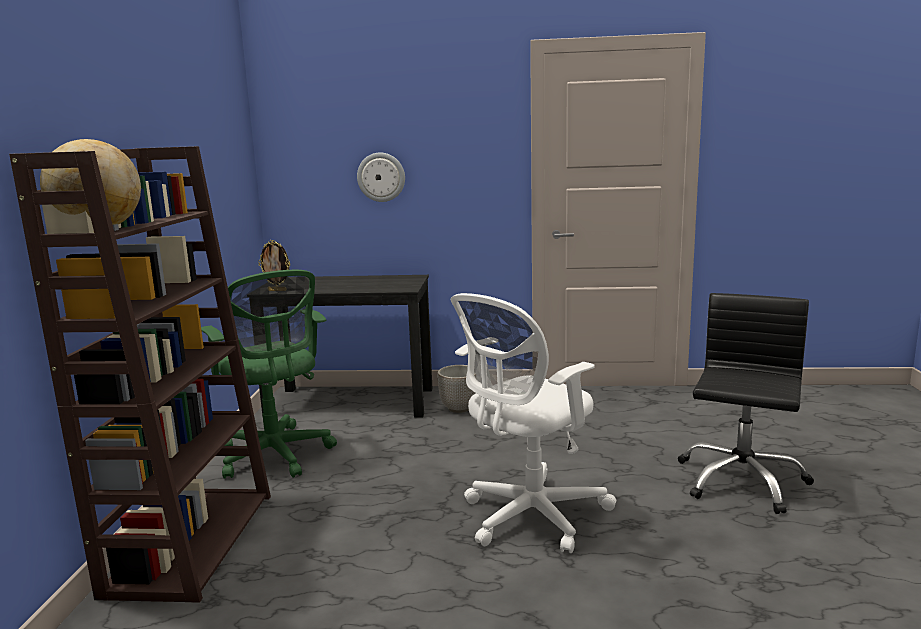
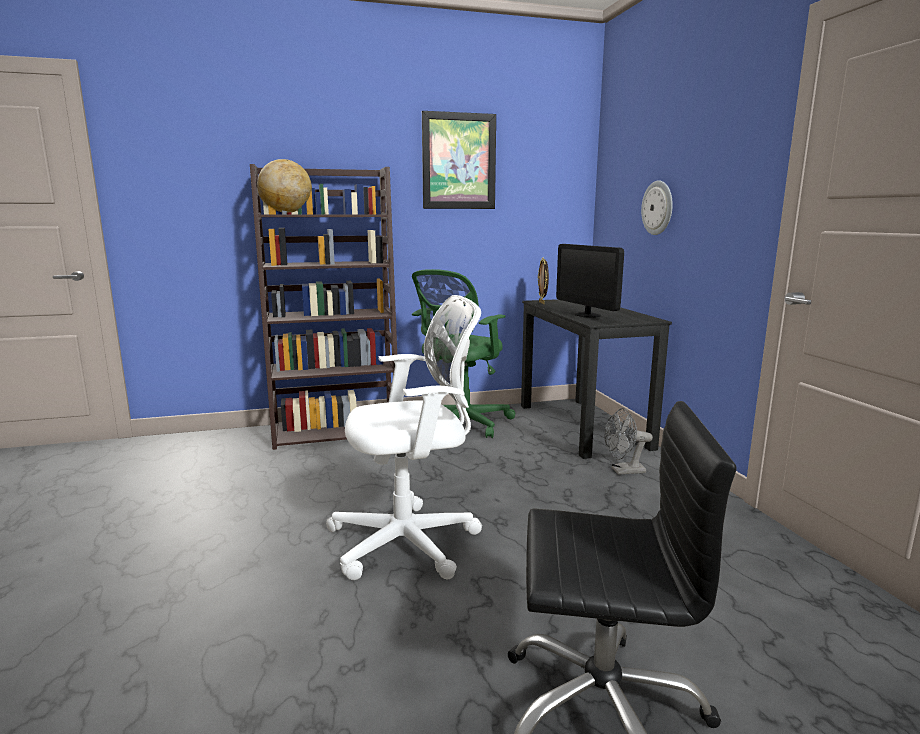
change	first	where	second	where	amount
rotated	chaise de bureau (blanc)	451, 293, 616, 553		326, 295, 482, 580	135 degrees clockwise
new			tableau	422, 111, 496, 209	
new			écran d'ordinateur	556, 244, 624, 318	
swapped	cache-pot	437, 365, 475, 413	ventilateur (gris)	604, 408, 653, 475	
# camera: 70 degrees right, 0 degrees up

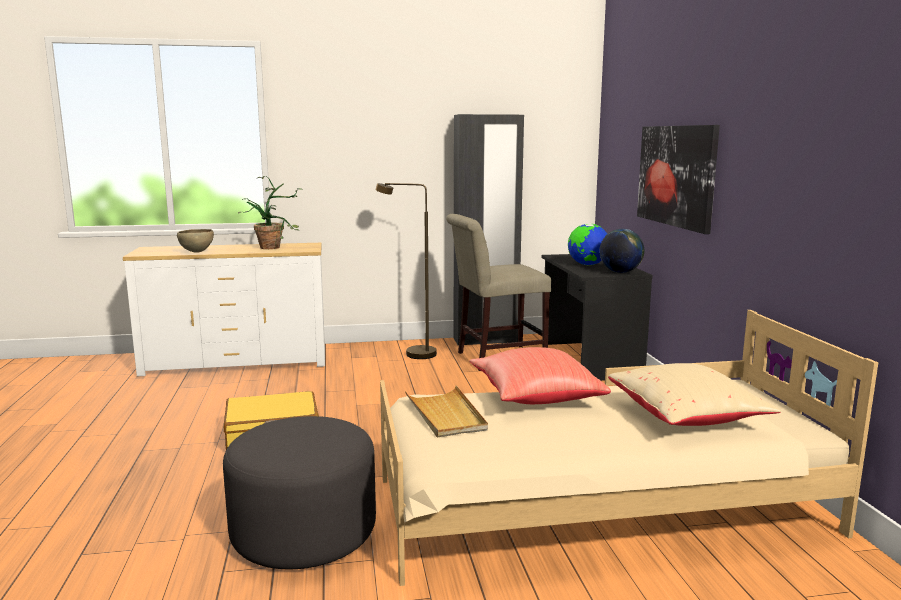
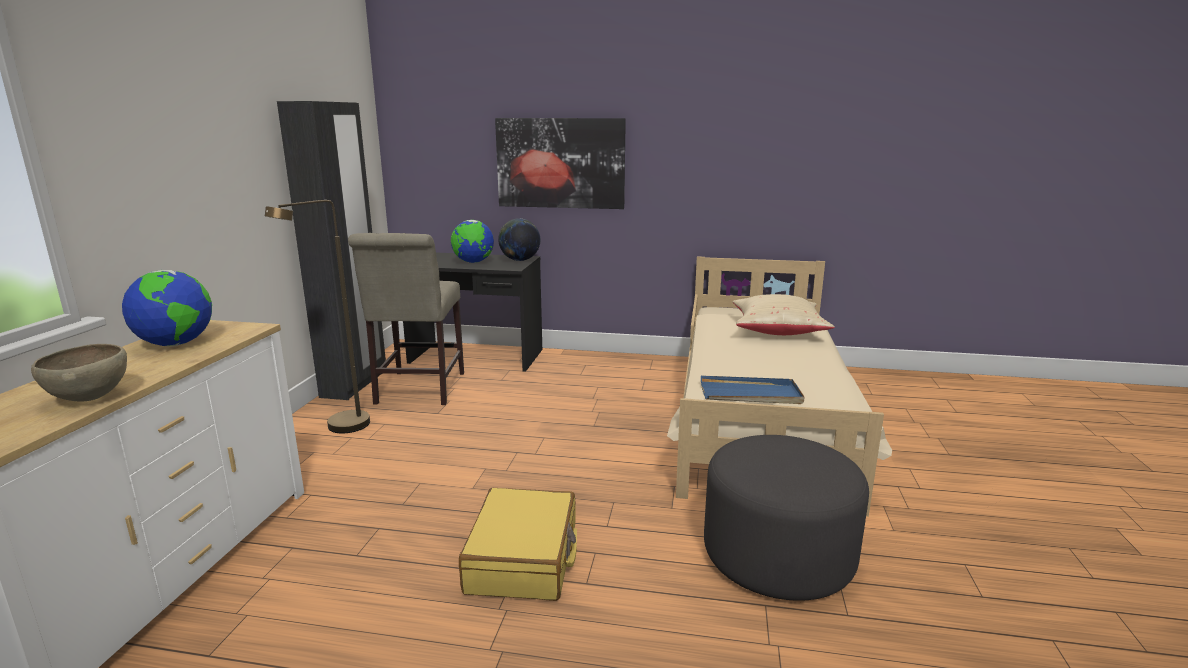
change	first	where	second	where	amount
swapped	plante en pot	238, 176, 302, 249	globe	122, 270, 212, 346	
repainted	plateau (beige)	405, 385, 488, 437	plateau (bleu)	701, 376, 804, 404	
gone	coussin (rouge)	470, 347, 611, 404			
# camera: 70 degrees left, 5 degrees up

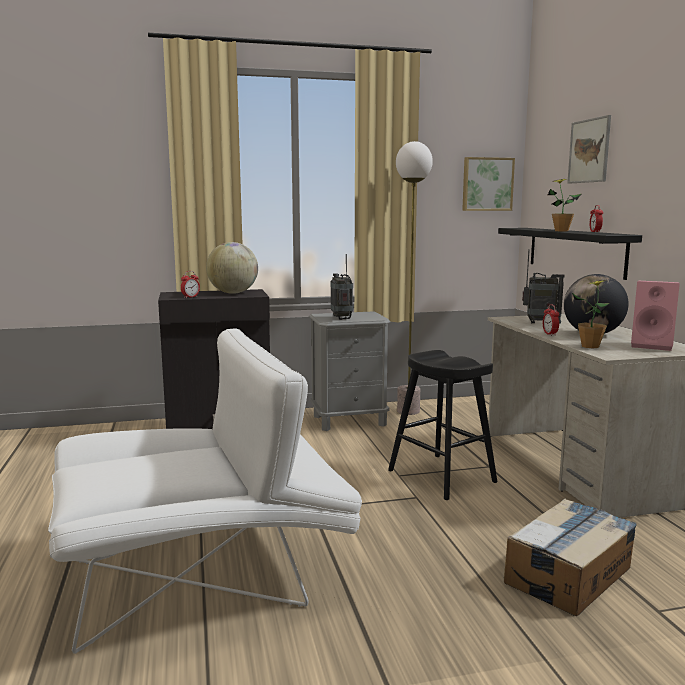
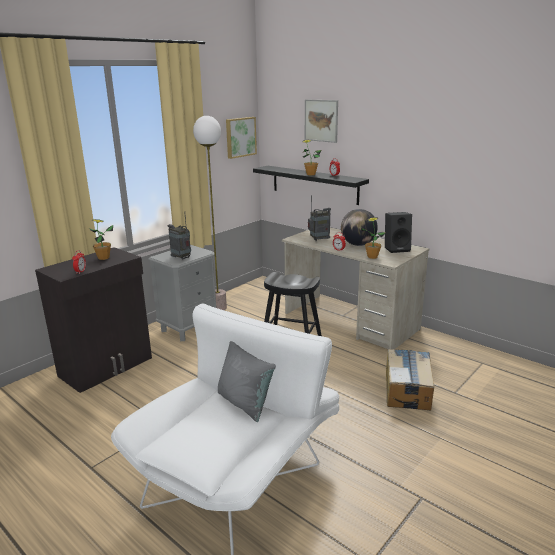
change	first	where	second	where	amount
swapped	globe	206, 242, 258, 294	plante en pot	89, 219, 113, 260	
new			coussin (gris)	218, 341, 276, 422	
repainted	enceinte (rose)	631, 281, 680, 351	enceinte (noir)	385, 212, 412, 253	
# camera: 35 degrees left, 10 degrees up

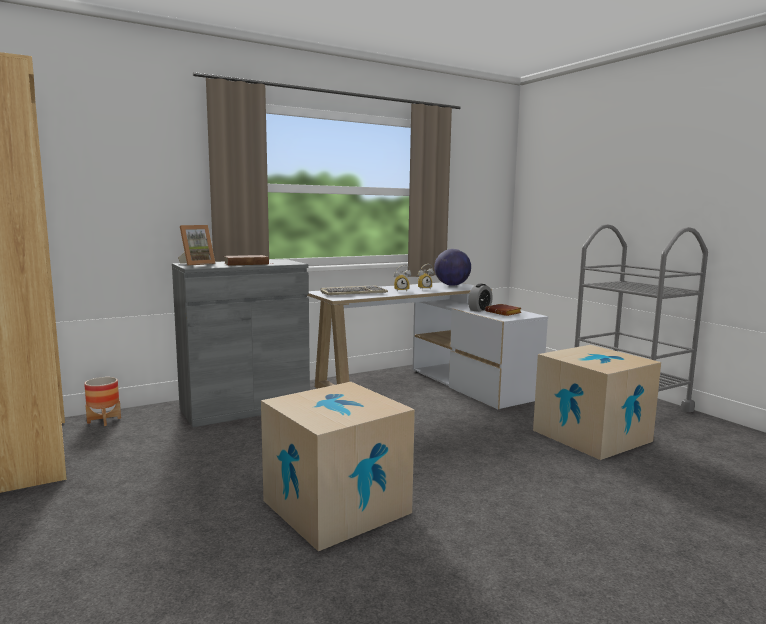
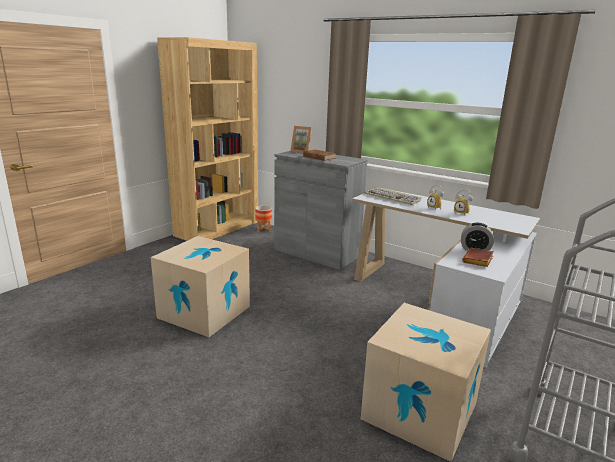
change	first	where	second	where	amount
gone	globe	434, 249, 471, 286			
# camera: 65 degrees right, 10 degrees up

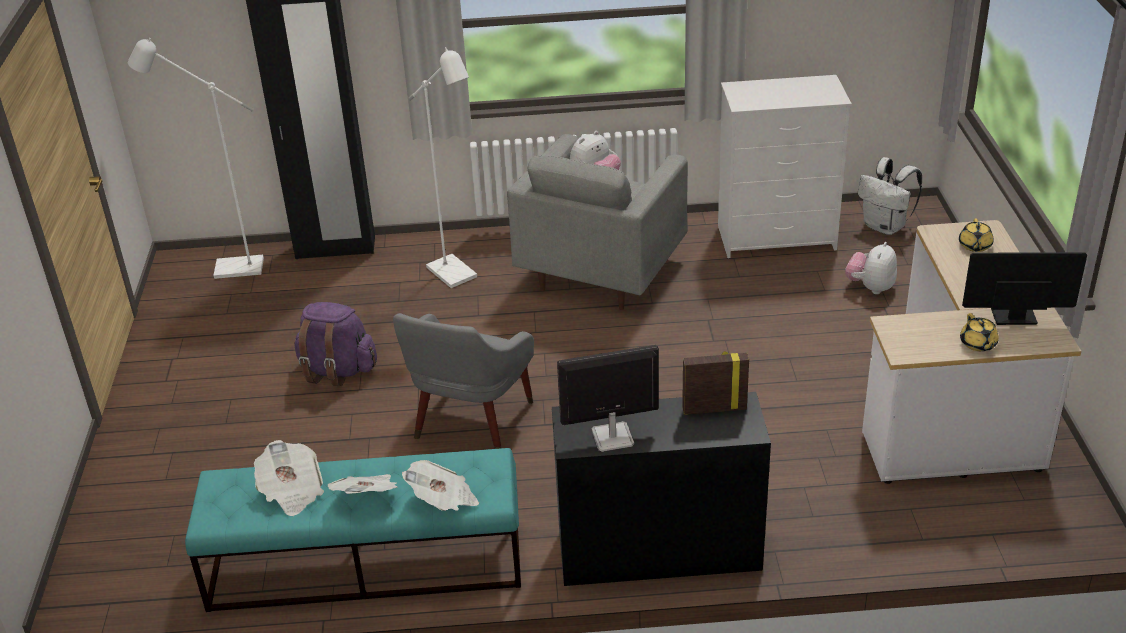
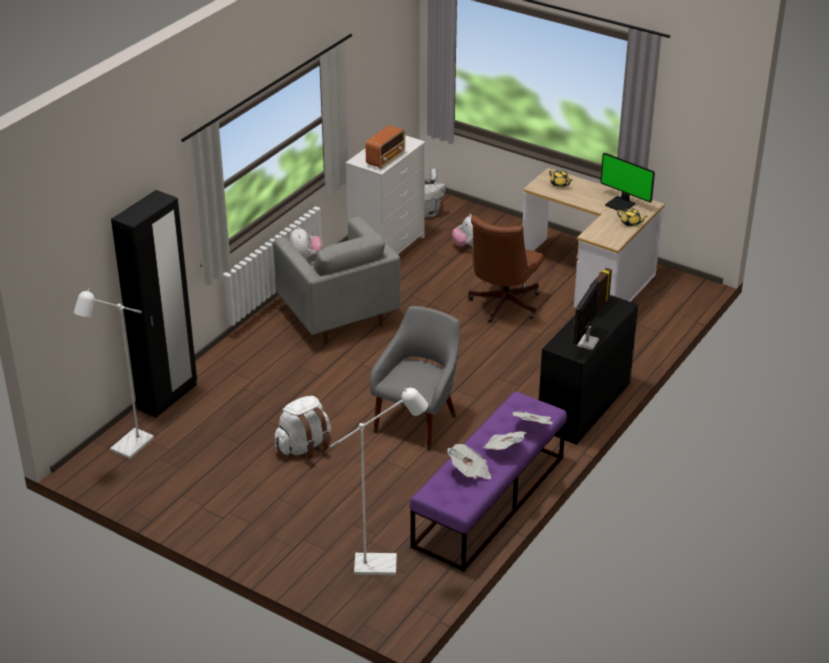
change	first	where	second	where	amount
repainted	sac à dos (violet)	294, 302, 377, 386	sac à dos (blanc)	275, 396, 331, 460	
shifted	lampadaire (blanc)	408, 47, 477, 288		330, 388, 428, 575	
new			radio	365, 125, 405, 169	
rotated	fauteuil (gris)	393, 313, 534, 449		370, 306, 460, 451	120 degrees counterclockwise
repainted	banc (turquoise)	185, 448, 521, 612	banc (violet)	409, 391, 567, 572	
new			chaise de bureau (marron)	468, 215, 544, 322	
rotated	écran d'ordinateur	962, 252, 1087, 325		600, 152, 655, 211	90 degrees counterclockwise
# camera: 55 degrees left, 0 degrees up

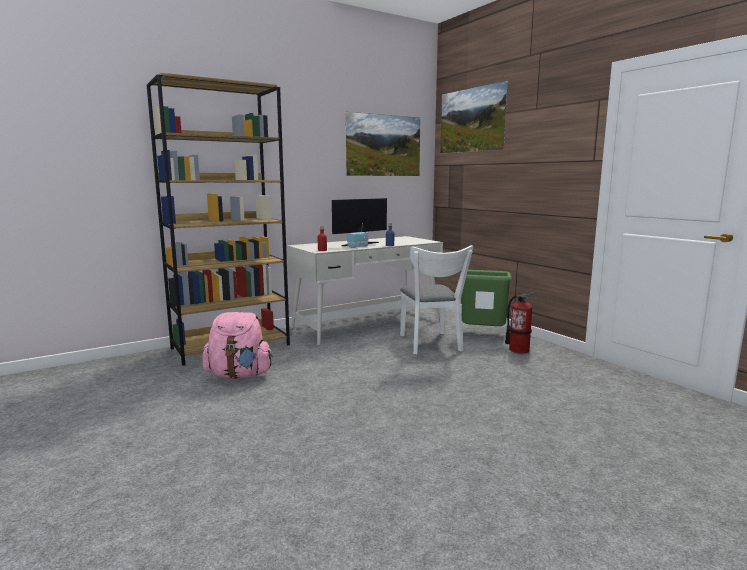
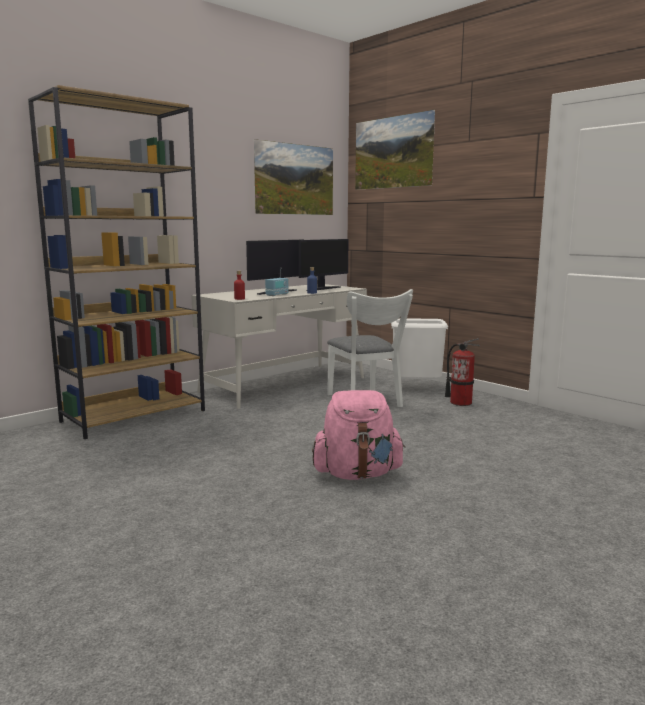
change	first	where	second	where	amount
new			écran d'ordinateur	299, 239, 348, 290	
shifted	sac à dos (rose)	203, 312, 273, 379		312, 390, 405, 480	
repainted	poubelle (vert)	462, 270, 512, 326	poubelle (blanc)	391, 318, 448, 379	
# camera: 10 degrees left, 0 degrees up

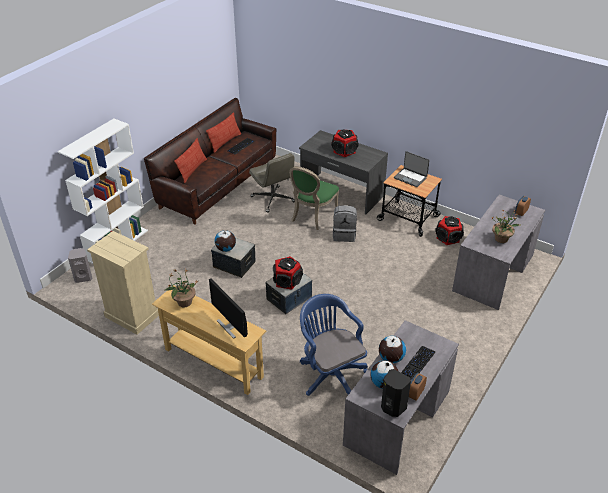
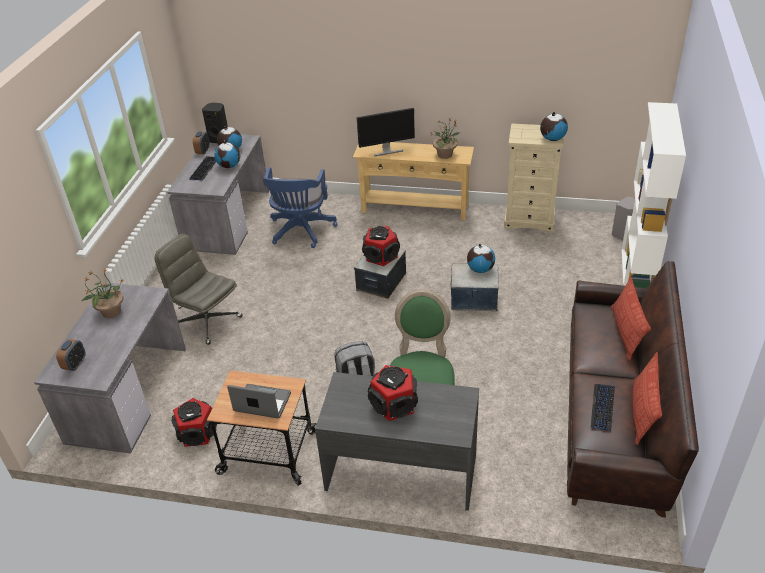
change	first	where	second	where	amount
shifted	chaise de bureau (gris)	249, 153, 295, 213		154, 234, 243, 345	
rotated	chaise de bureau (bleu)	300, 294, 368, 396		262, 167, 338, 248	60 degrees clockwise
rotated	écran d'ordinateur	209, 278, 248, 339		357, 108, 415, 156	135 degrees clockwise
new			globe	540, 112, 568, 141	
# camera: 160 degrees right, 0 degrees up

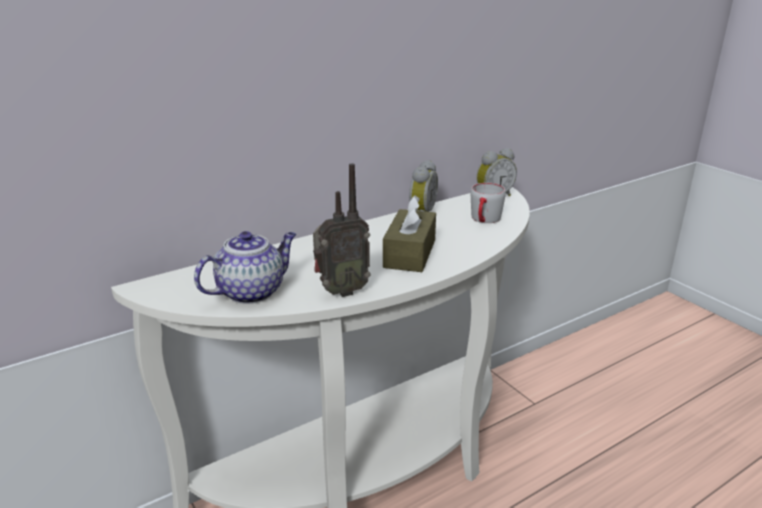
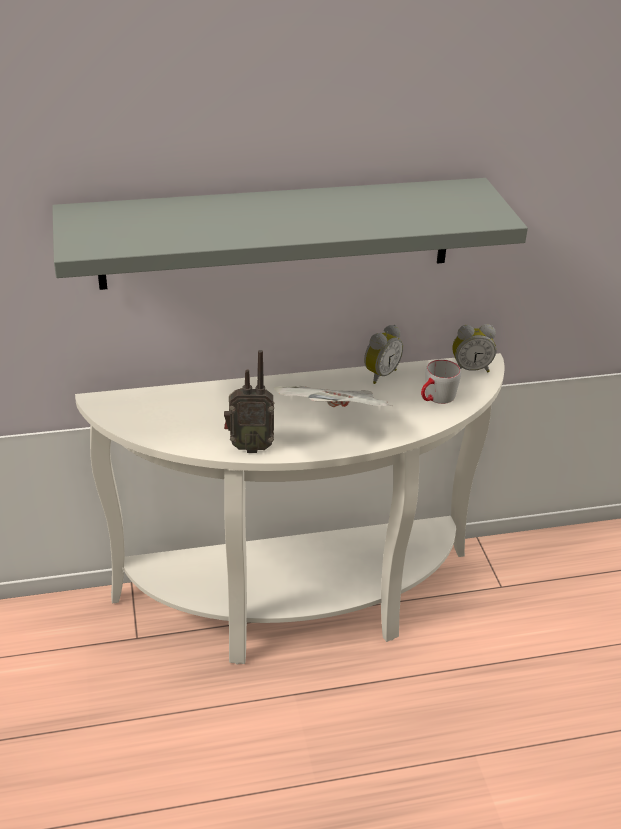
change	first	where	second	where	amount
new			étagère (gris)	52, 178, 528, 290	
swapped	boîte à mouchoirs (marron)	383, 195, 436, 272	journal	274, 386, 394, 407	
gone	théière	194, 231, 296, 304			
# camera: 20 degrees right, 10 degrees up

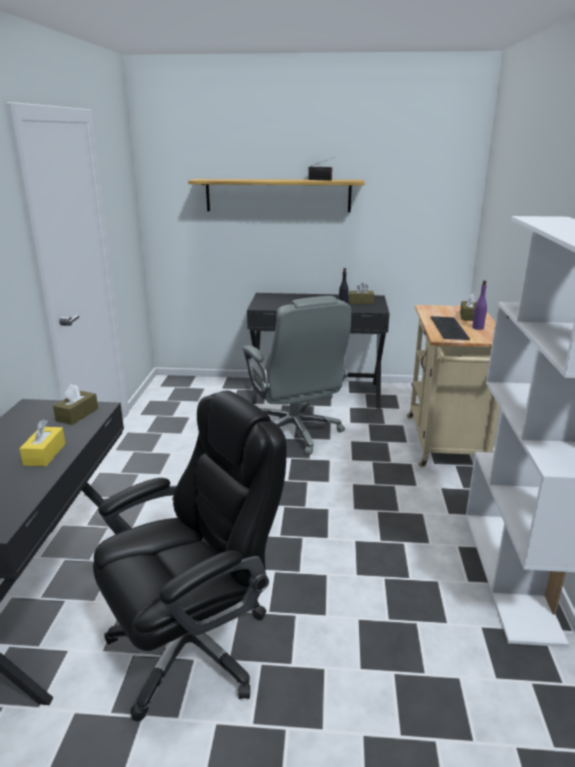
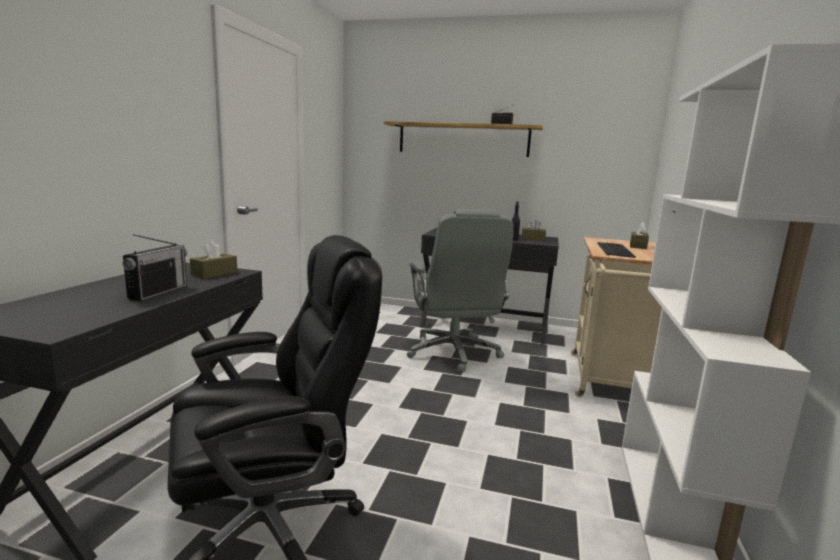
change	first	where	second	where	amount
swapped	boîte à mouchoirs (jaune)	19, 419, 66, 466	radio	123, 234, 187, 301	
gone	bouteille (violet)	472, 280, 487, 330			
# camera: 10 degrees right, 10 degrees down

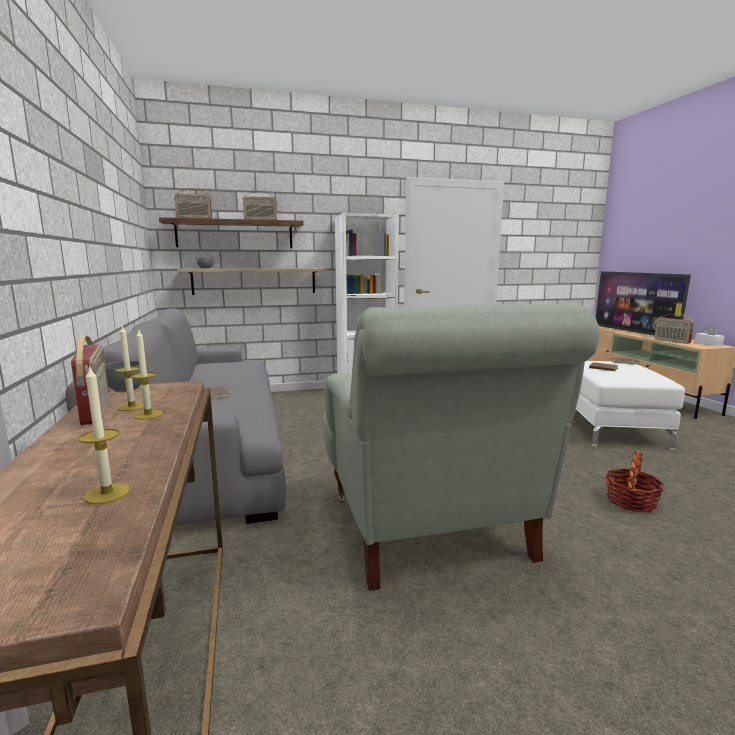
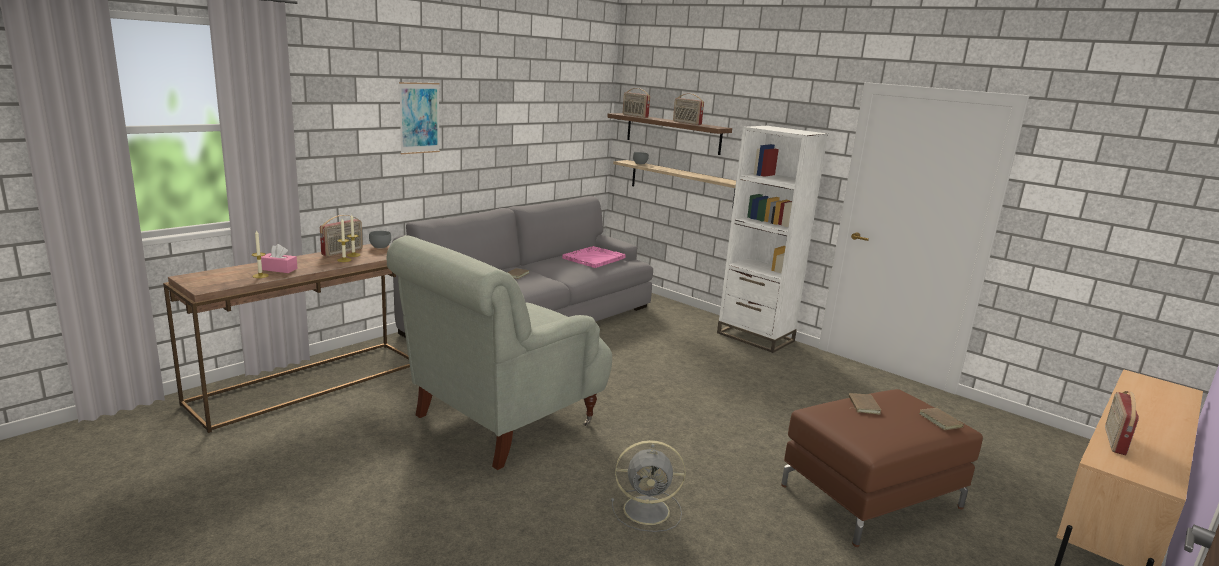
change	first	where	second	where	amount
new			boîte à mouchoirs (rose)	261, 244, 298, 273	
new			tableau	399, 82, 440, 154	
new			plateau (rose)	562, 246, 626, 268	
swapped	panier	605, 451, 664, 513	ventilateur (gris)	611, 440, 686, 532	
repainted	pouf (blanc)	576, 361, 685, 450	pouf (marron)	781, 389, 983, 547	
gone	téléviseur	595, 271, 691, 336			
gone	boîte à mouchoirs (blanc)	695, 326, 724, 346			
# camera: 55 degrees right, 5 degrees up

